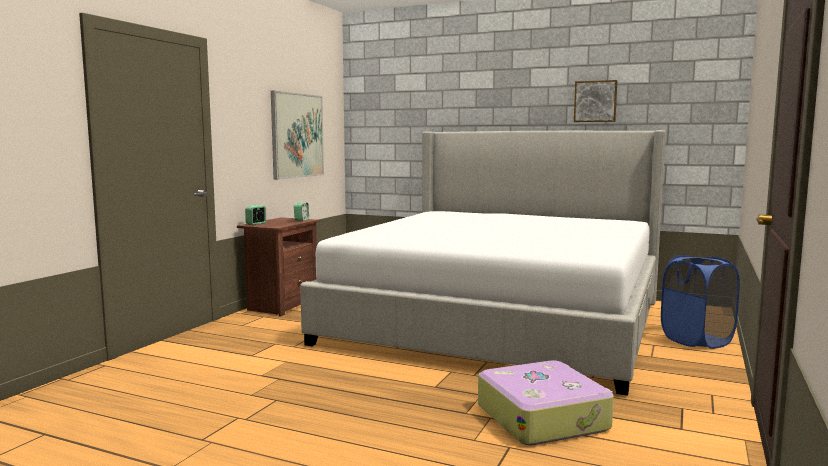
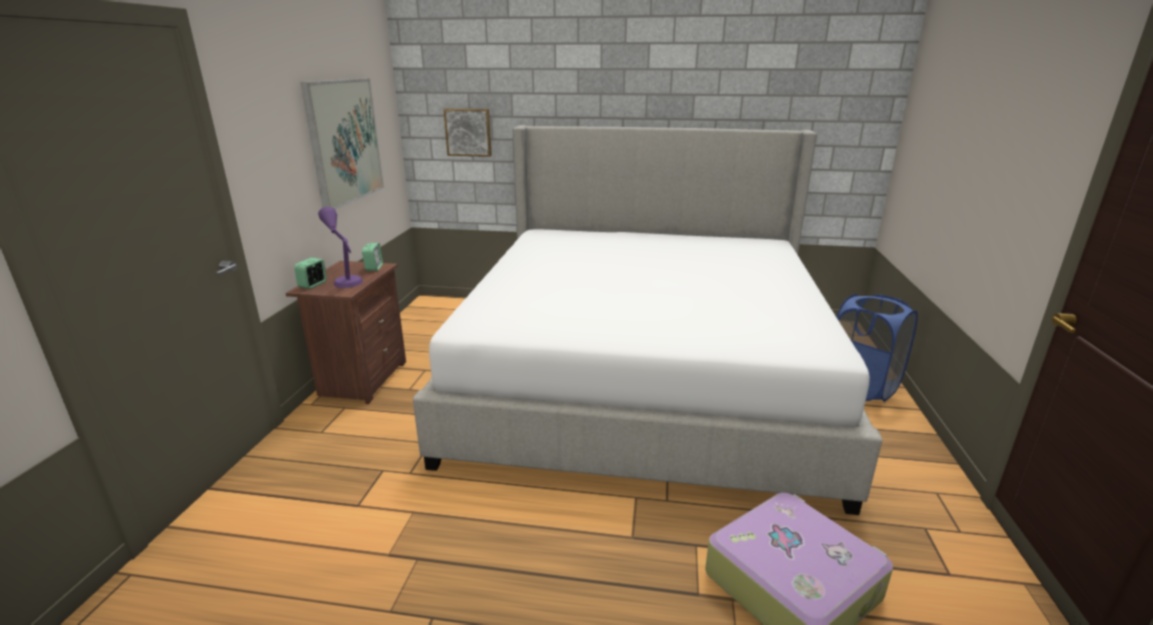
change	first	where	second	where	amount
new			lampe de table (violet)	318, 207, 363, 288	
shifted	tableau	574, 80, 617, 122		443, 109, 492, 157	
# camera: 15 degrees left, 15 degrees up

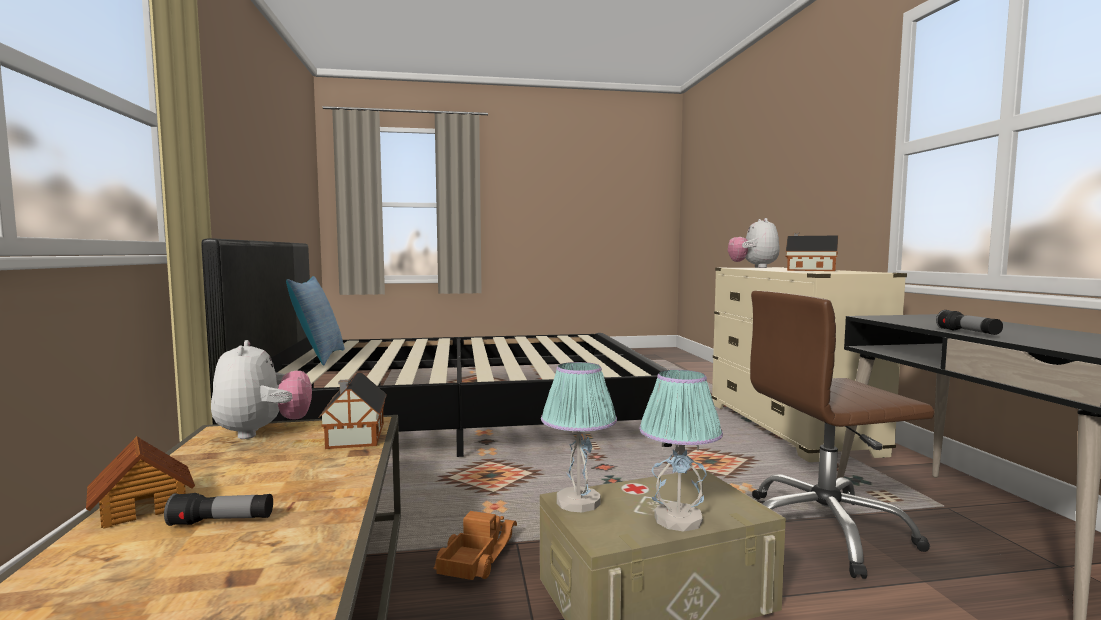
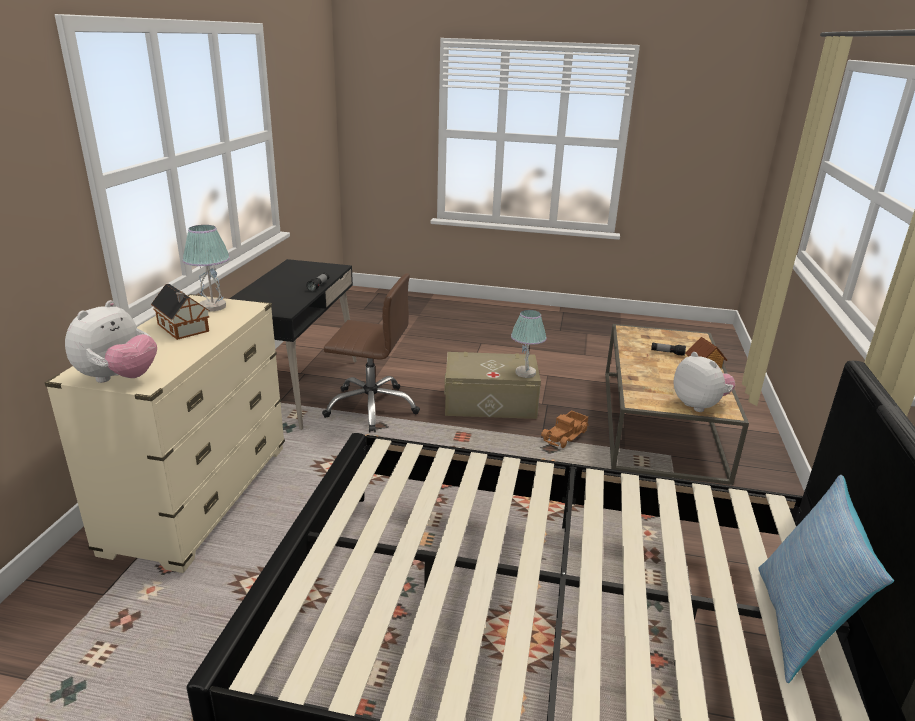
change	first	where	second	where	amount
shifted	lampe de table	639, 370, 723, 532		183, 225, 230, 312	
rotated	peluche	211, 340, 312, 439		673, 352, 735, 412	150 degrees clockwise
gone	maison miniature	319, 373, 387, 449			
# camera: 160 degrees left, 20 degrees up

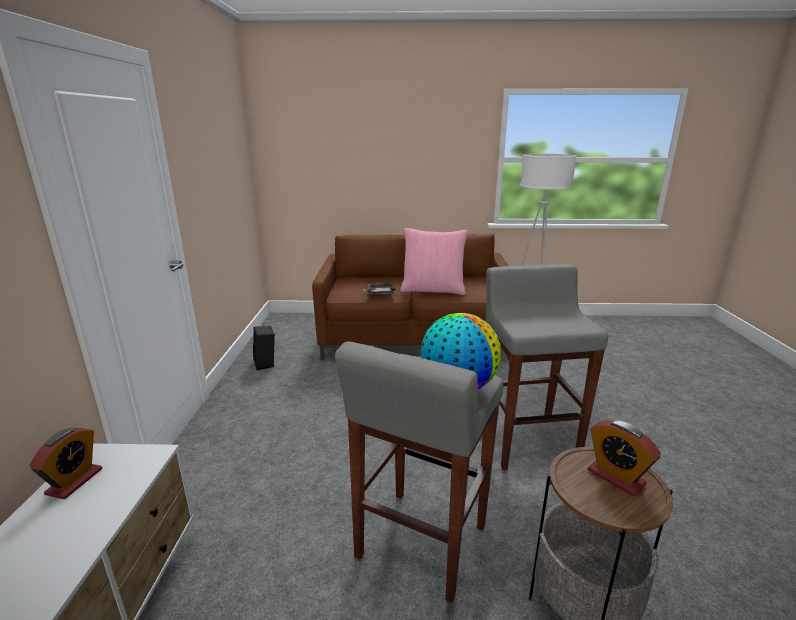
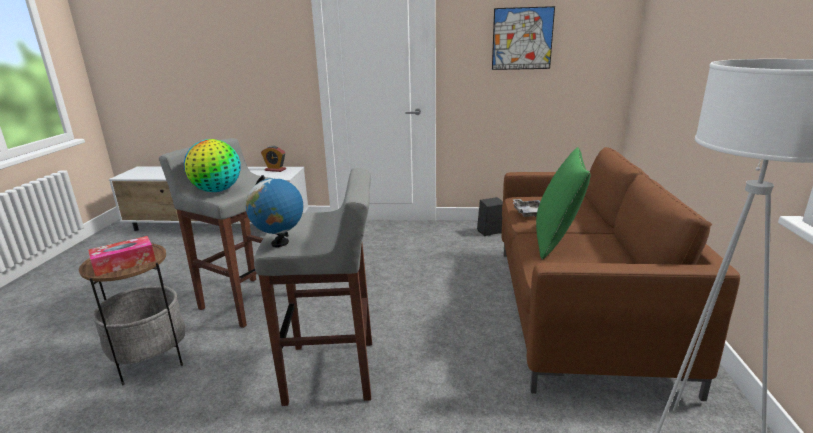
change	first	where	second	where	amount
swapped	réveil	588, 420, 661, 496	boîte à mouchoirs	88, 236, 156, 276	
new			globe	246, 175, 304, 247	
new			tableau	492, 6, 555, 70	
repainted	coussin (rose)	400, 228, 468, 295	coussin (vert)	536, 147, 590, 260	
# camera: 95 degrees right, 0 degrees up

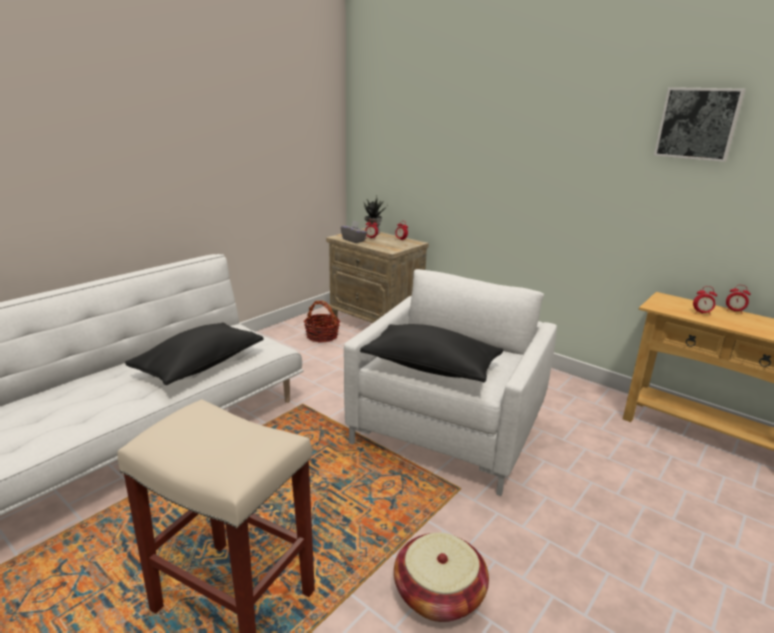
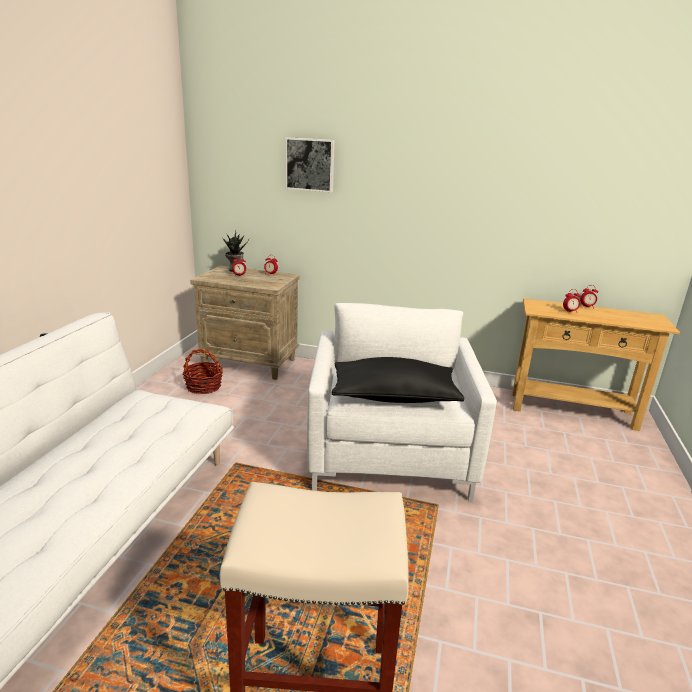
change	first	where	second	where	amount
shifted	tableau	654, 87, 746, 162		285, 137, 335, 193	
gone	coussin (noir)	125, 322, 264, 385			
gone	boîte à mouchoirs (gris)	341, 221, 367, 243			
gone	panier	394, 533, 489, 622			
# camera: 25 degrees left, 0 degrees up

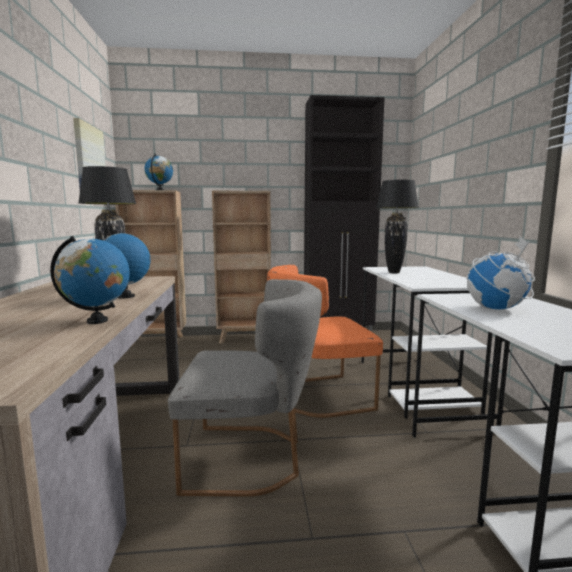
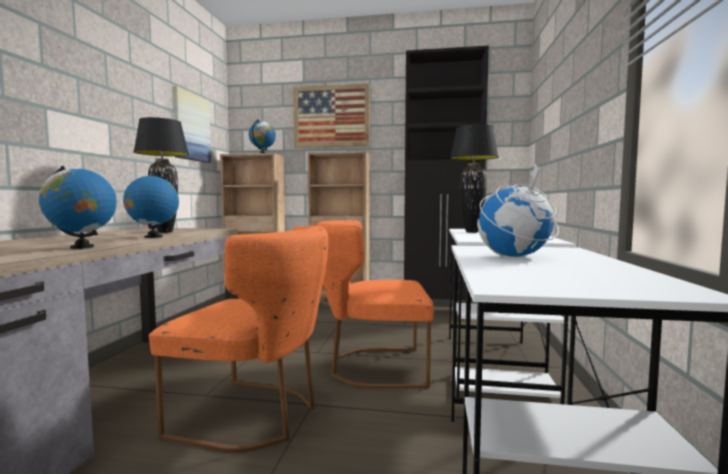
change	first	where	second	where	amount
repainted	chaise (gris)	168, 279, 322, 497	chaise (orange)	149, 226, 329, 452	
new			tableau	293, 83, 370, 148	
# camera: 15 degrees right, 5 degrees down

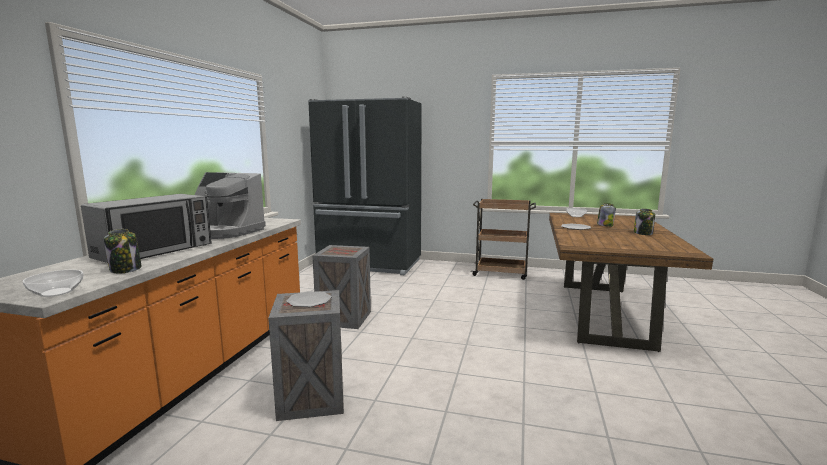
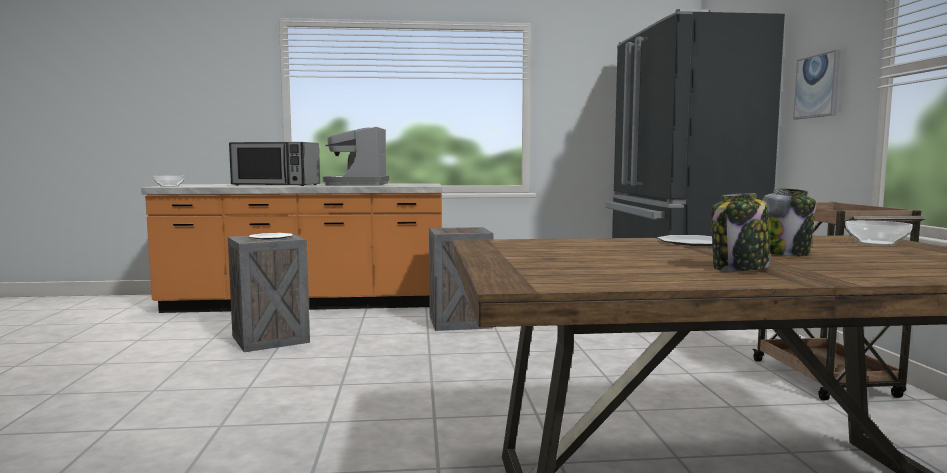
change	first	where	second	where	amount
new			tableau	793, 50, 840, 119	
gone	bocal	104, 229, 142, 273			
# camera: 70 degrees right, 5 degrees down

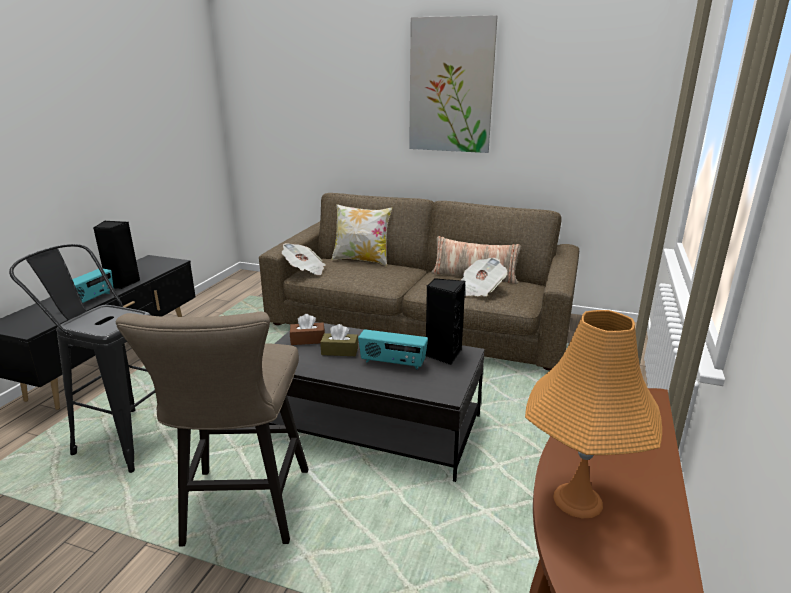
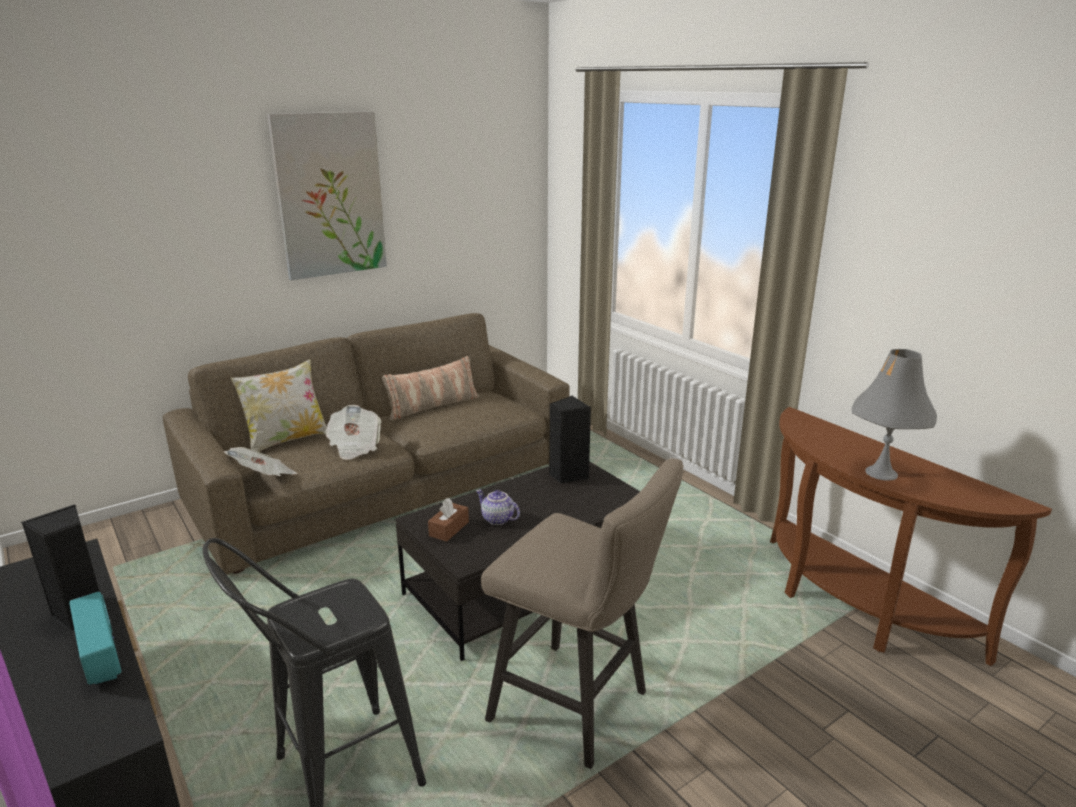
change	first	where	second	where	amount
shifted	journal	461, 258, 507, 297		325, 405, 381, 460	
swapped	boîte à mouchoirs (marron)	320, 324, 358, 356	théière	476, 490, 520, 525	
repainted	lampe de table (orange)	525, 310, 662, 518	lampe de table (gris)	852, 349, 937, 481	
gone	radio	358, 329, 428, 369			
# camera: 55 degrees left, 0 degrees up

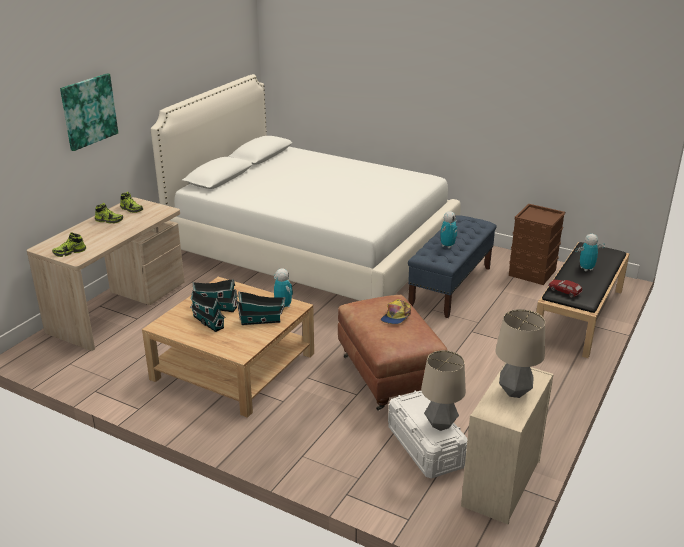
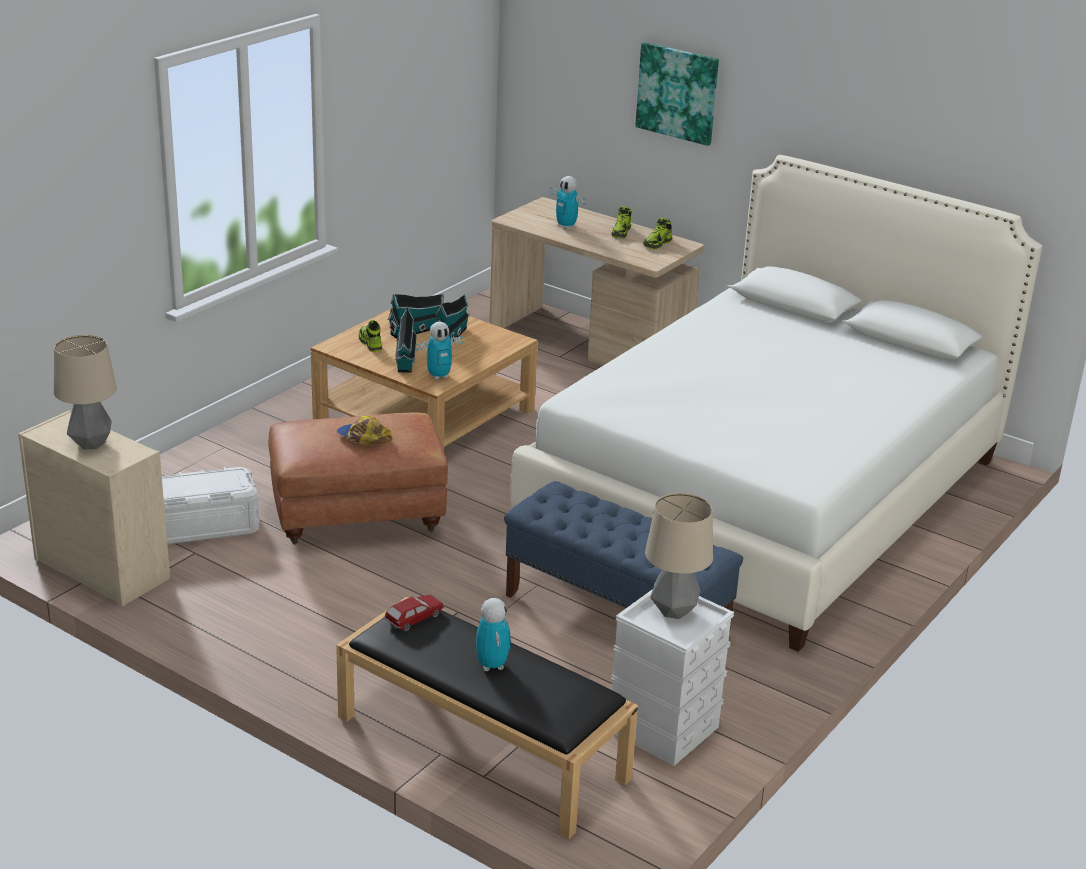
change	first	where	second	where	amount
shifted	chaussure	52, 232, 86, 257		359, 320, 382, 352	
shifted	robot jouet	441, 211, 457, 248		550, 176, 586, 229	
repainted	boîte de rangement (marron)	509, 204, 565, 285	boîte de rangement (blanc)	611, 589, 734, 766	
shifted	lampe de table	421, 350, 466, 431		645, 493, 713, 619	
# camera: 95 degrees right, 0 degrees up

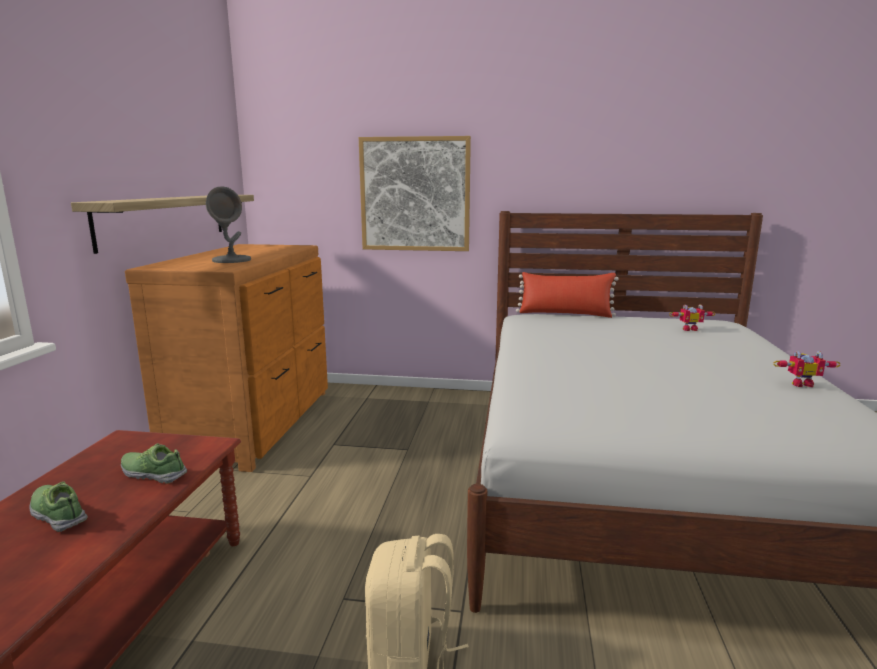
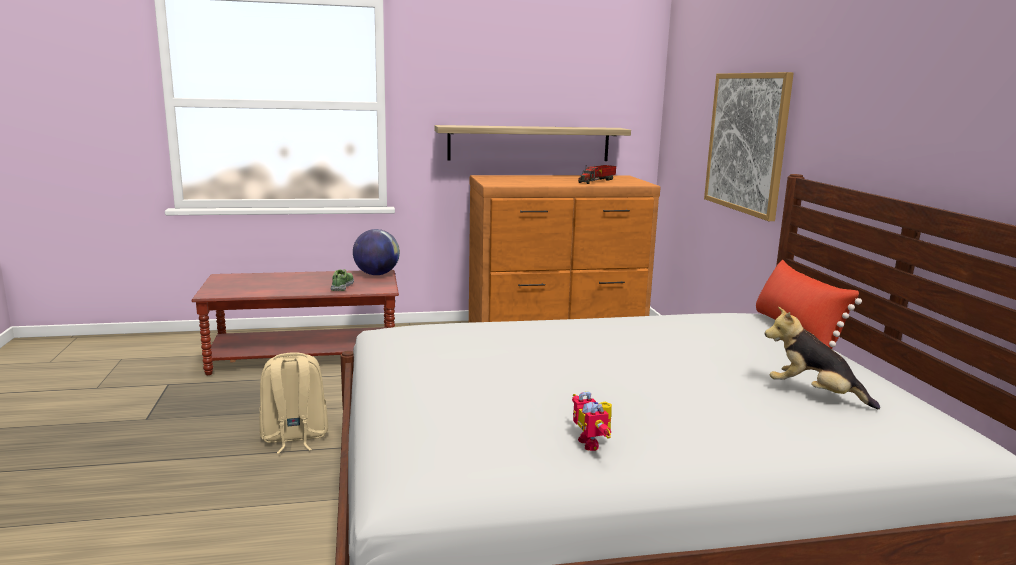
change	first	where	second	where	amount
new			globe	353, 229, 400, 275	
new			camion jouet	578, 165, 616, 184	
swapped	robot jouet	669, 304, 715, 331	peluche	765, 307, 880, 409	
gone	chaussure	29, 481, 88, 532			
gone	lampe de table (gris)	206, 186, 251, 263			
# camera: 70 degrees right, 0 degrees up

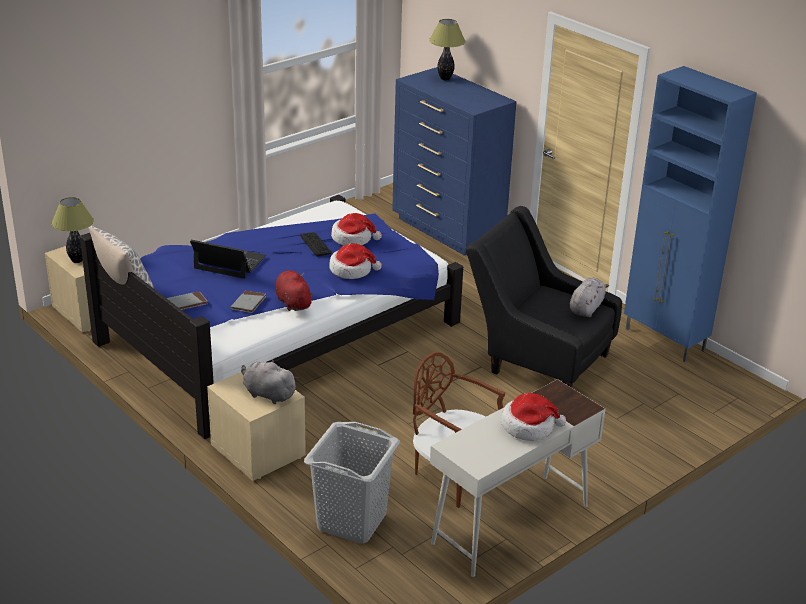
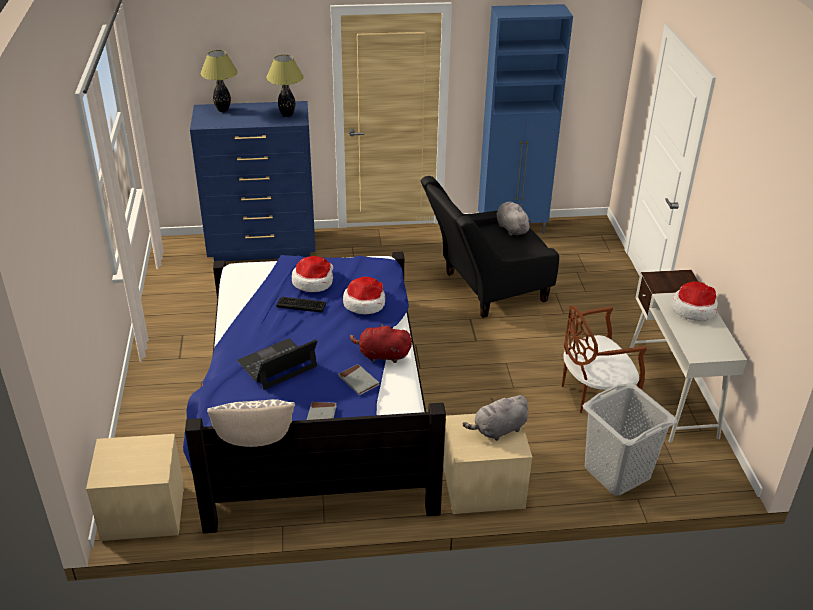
change	first	where	second	where	amount
shifted	lampe de table	52, 197, 94, 263		266, 55, 304, 117	
# camera: 55 degrees left, 5 degrees up

